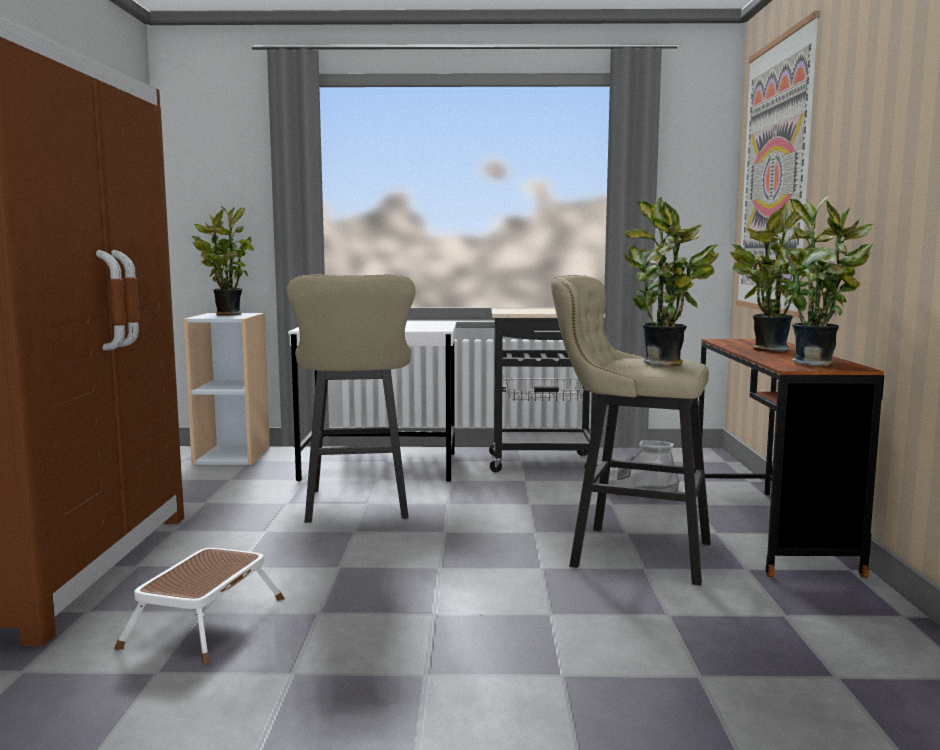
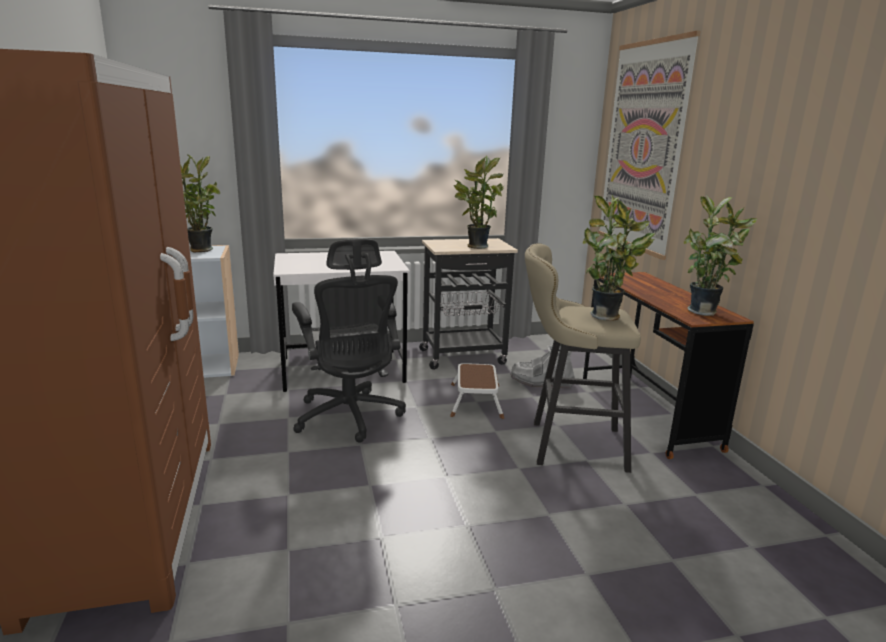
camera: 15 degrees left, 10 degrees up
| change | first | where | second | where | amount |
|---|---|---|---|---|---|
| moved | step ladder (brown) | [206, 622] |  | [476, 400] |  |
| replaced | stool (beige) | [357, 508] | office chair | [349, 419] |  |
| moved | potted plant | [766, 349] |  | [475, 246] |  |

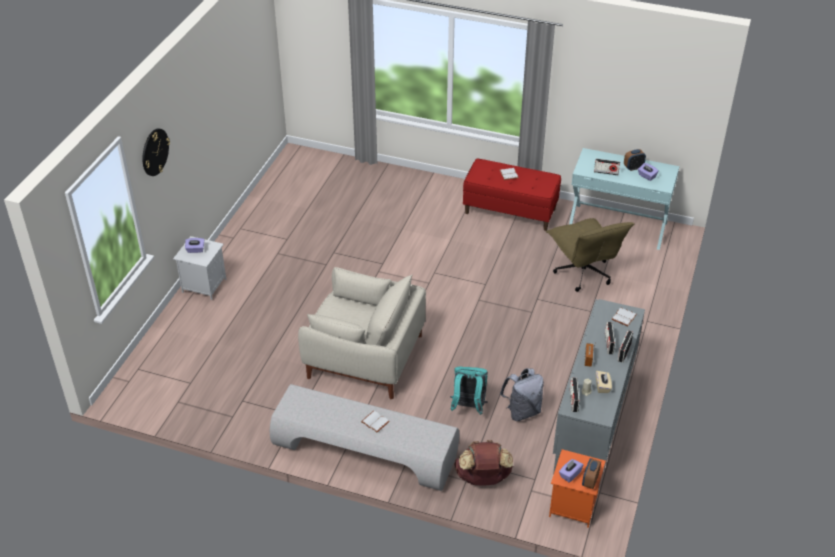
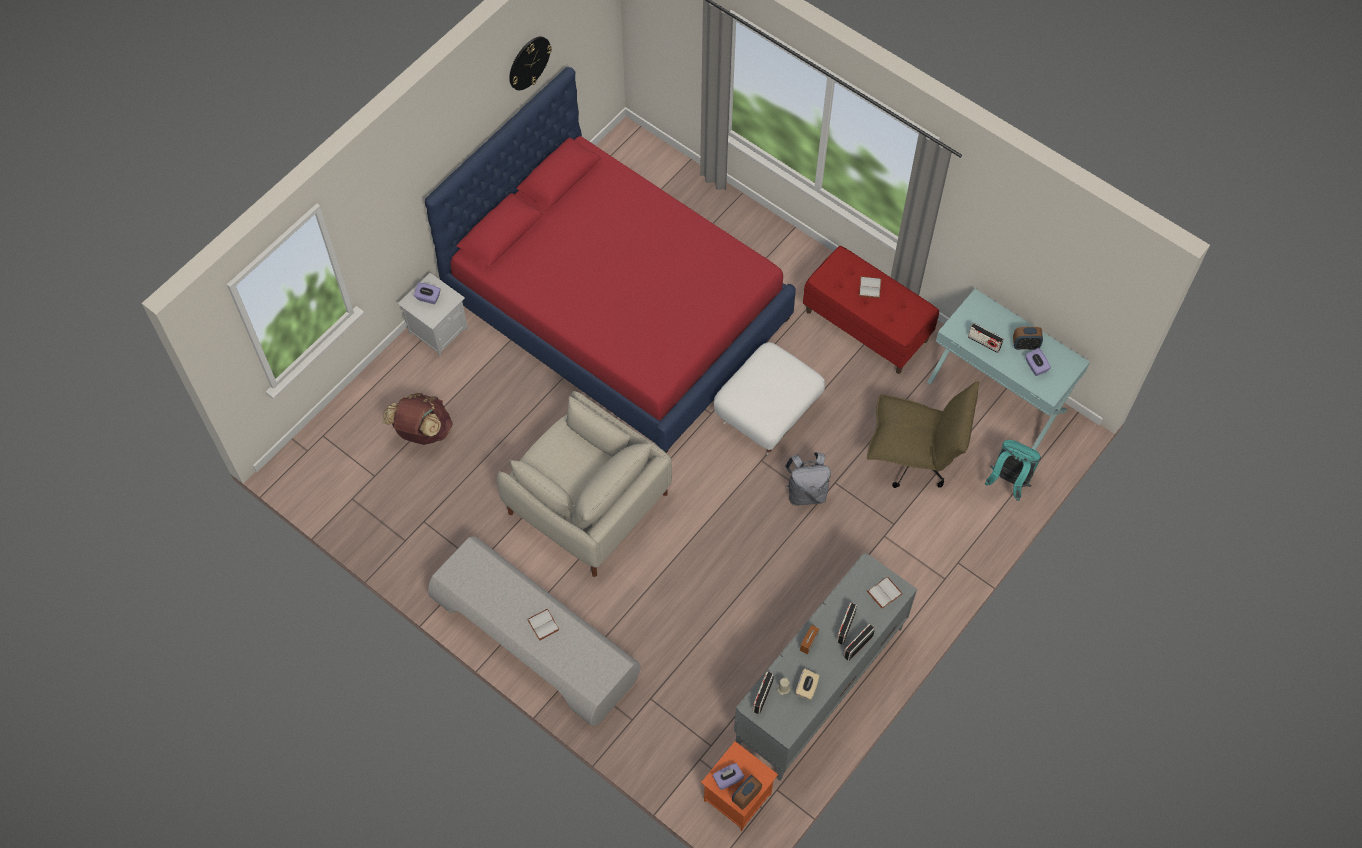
camera: 20 degrees right, 20 degrees up
| change | first | where | second | where | amount |
|---|---|---|---|---|---|
| moved | wall clock | [154, 152] |  | [529, 62] |  |
| moved | backpack (turquoise) | [468, 407] |  | [1008, 481] |  |
| moved | backpack (brown) | [483, 478] |  | [422, 432] |  |
| moved | backpack (grey) | [522, 411] |  | [806, 492] |  |
| turned | office chair (beige) | [582, 272] |  | [913, 458] | 75 degrees counterclockwise |
| added |  |  | bed (red) | [617, 308] |  |
| added |  |  | ottoman (white) | [767, 412] |  |

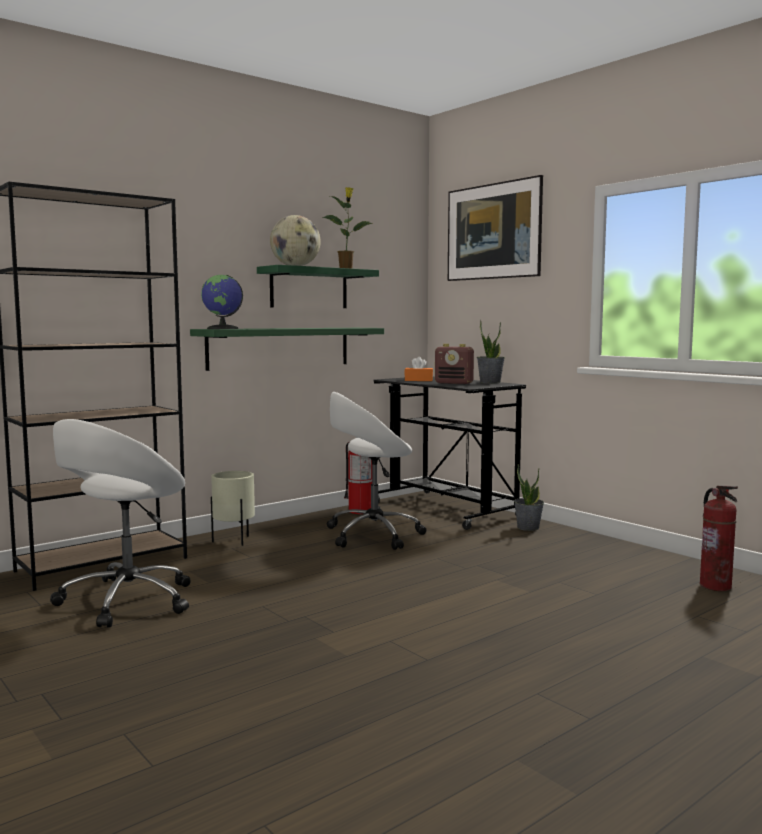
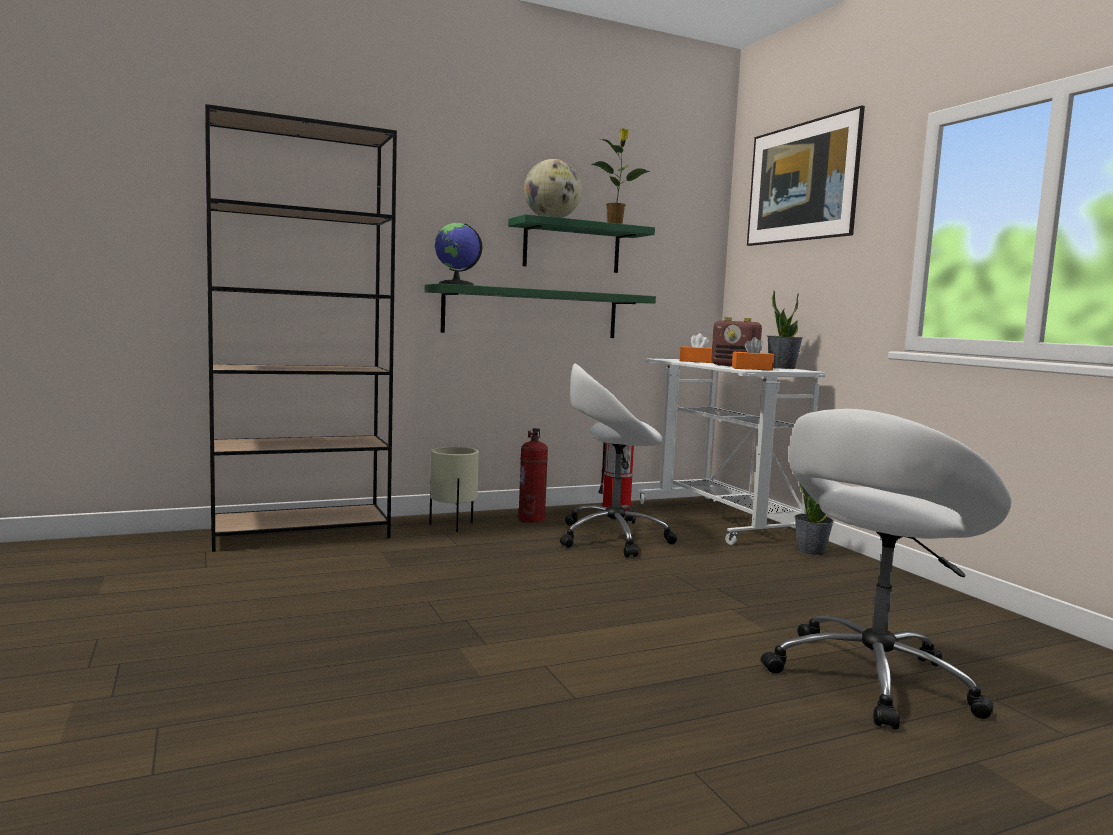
camera: 15 degrees right, 0 degrees up
| change | first | where | second | where | amount |
|---|---|---|---|---|---|
| moved | office chair (white) | [124, 602] |  | [868, 681] |  |
| recoloured | desk (black) | [446, 509] | desk (white) | [719, 519] |  |
| moved | fire extinguisher | [716, 586] |  | [532, 519] |  |
| added |  |  | tissue box (orange) | [752, 369] |  |

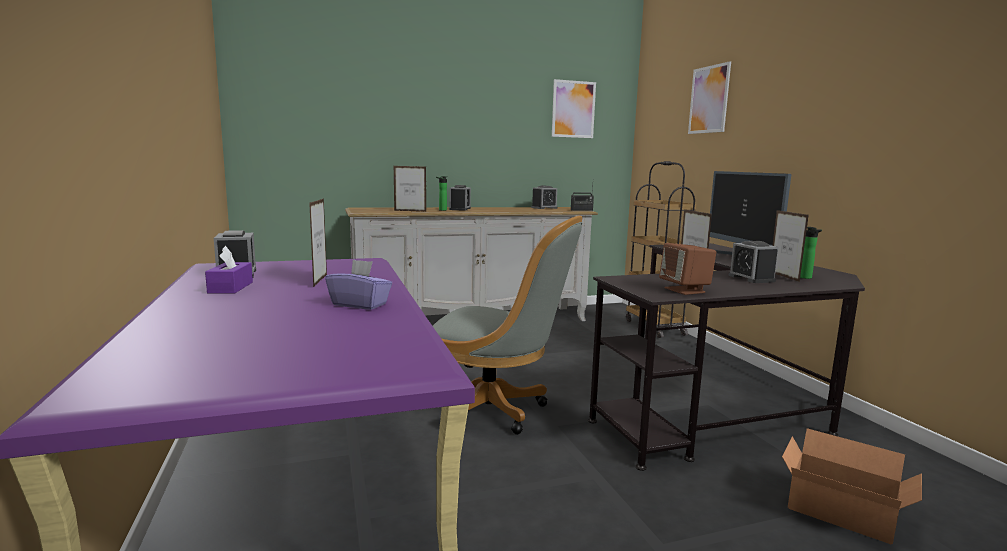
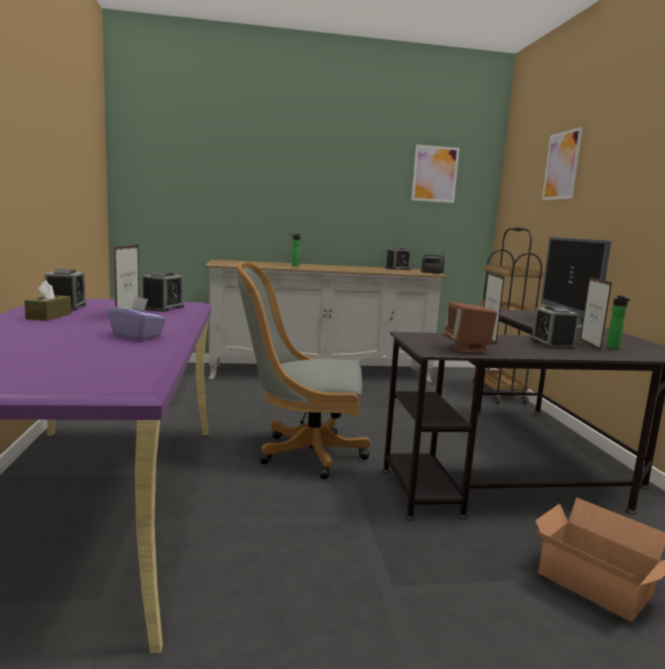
camera: 10 degrees right, 0 degrees up
| change | first | where | second | where | amount |
|---|---|---|---|---|---|
| recoloured | tissue box (purple) | [230, 287] | tissue box (brown) | [49, 316] |  |
| removed | picture frame | [410, 211] |  |  |  |
| turned | office chair (grey) | [499, 412] |  | [302, 453] | 150 degrees clockwise |
| moved | alarm clock | [460, 209] |  | [163, 308] |  |

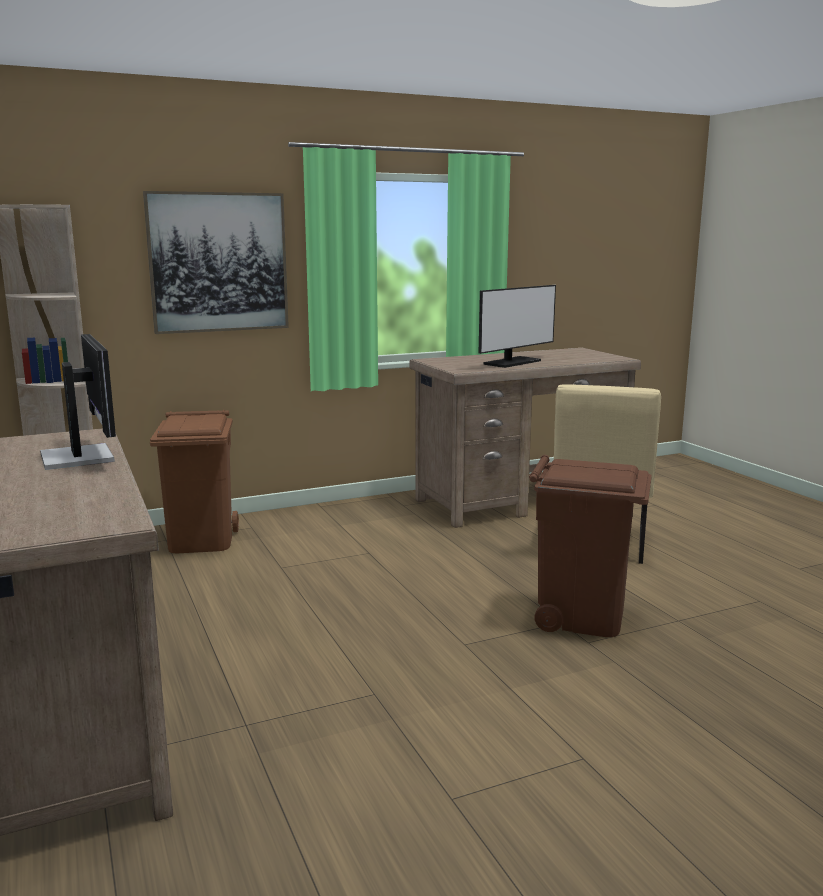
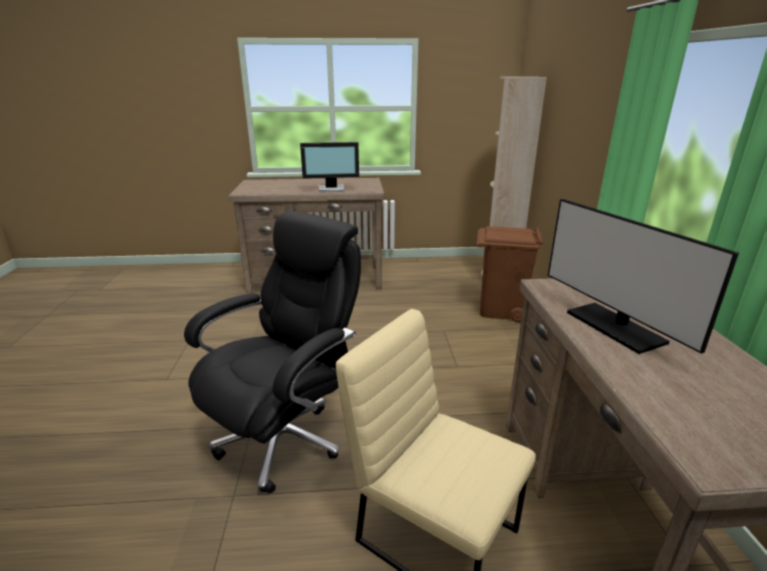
camera: 110 degrees right, 10 degrees up
| change | first | where | second | where | amount |
|---|---|---|---|---|---|
| removed | picture | [218, 262] |  |  |  |
| replaced | trash can (brown) | [582, 616] | office chair (black) | [286, 438] |  |

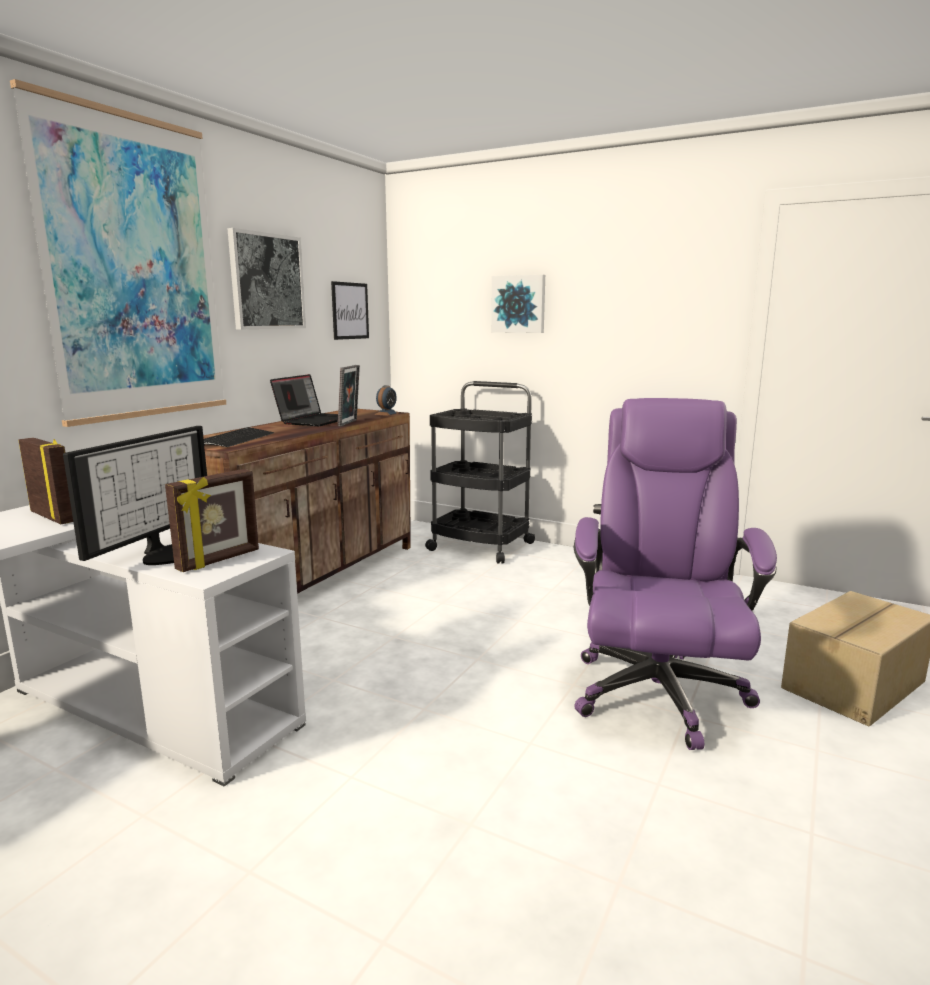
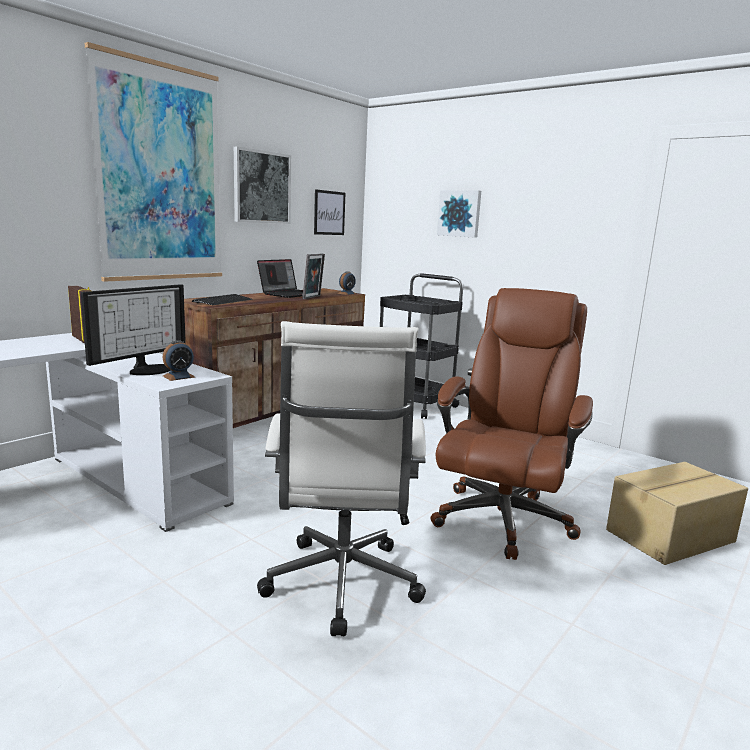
camera: 10 degrees right, 0 degrees up
| change | first | where | second | where | amount |
|---|---|---|---|---|---|
| replaced | picture frame | [219, 560] | alarm clock | [179, 376] |  |
| recoloured | office chair (purple) | [657, 693] | office chair (brown) | [502, 520] |  |
| added |  |  | office chair (white) | [341, 588] |  |

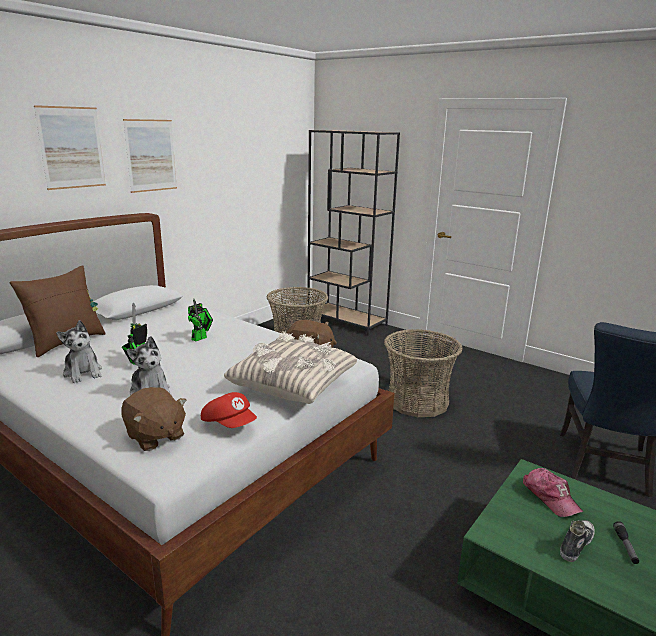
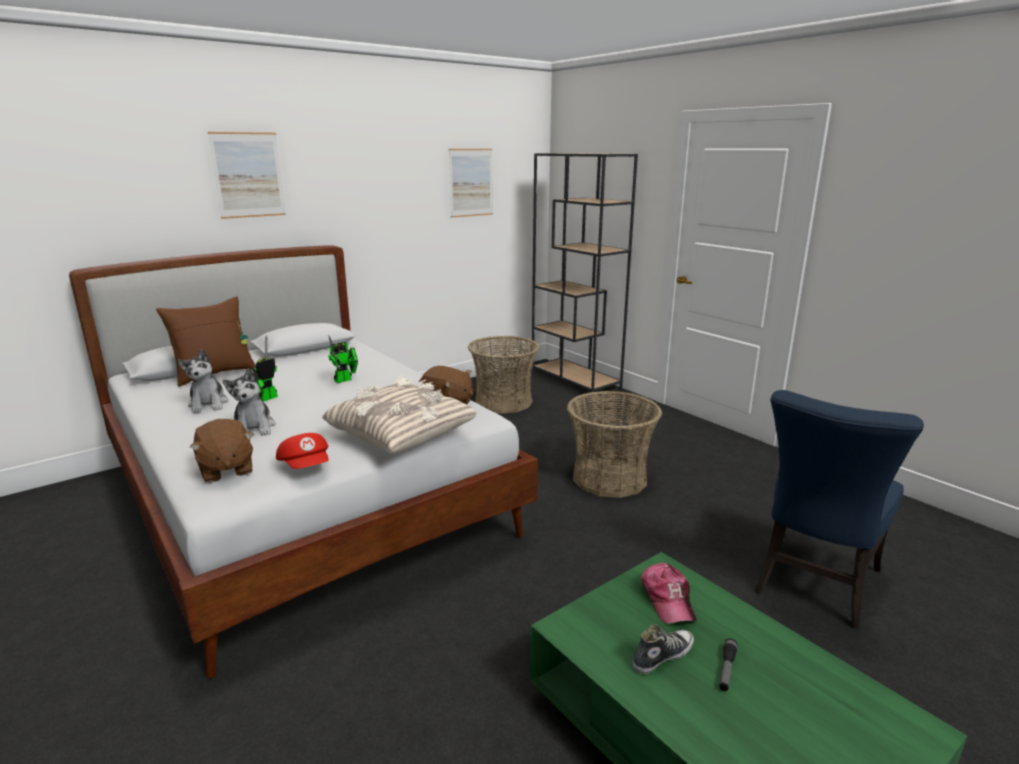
camera: 15 degrees right, 0 degrees up
| change | first | where | second | where | amount |
|---|---|---|---|---|---|
| moved | picture | [151, 155] |  | [471, 182] |  |

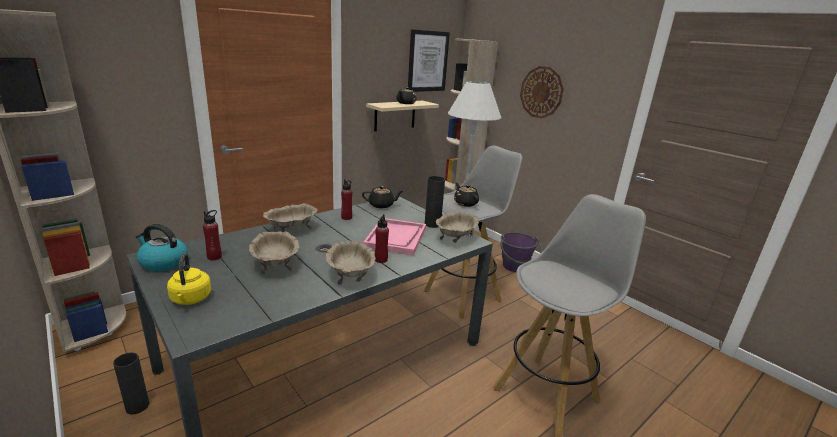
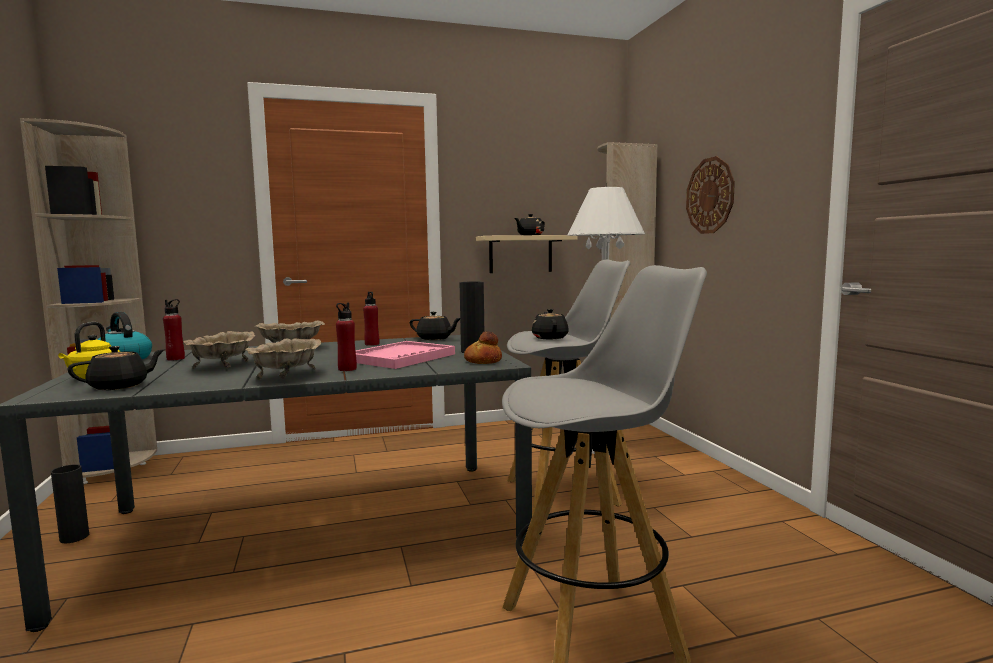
camera: 25 degrees right, 15 degrees down
| change | first | where | second | where | amount |
|---|---|---|---|---|---|
| removed | picture | [428, 61] |  |  |  |
| replaced | bowl (beige) | [455, 238] | bread | [482, 361] |  |
| removed | bucket (purple) | [516, 269] |  |  |  |
| added |  |  | teapot (black) | [120, 386] |  |

